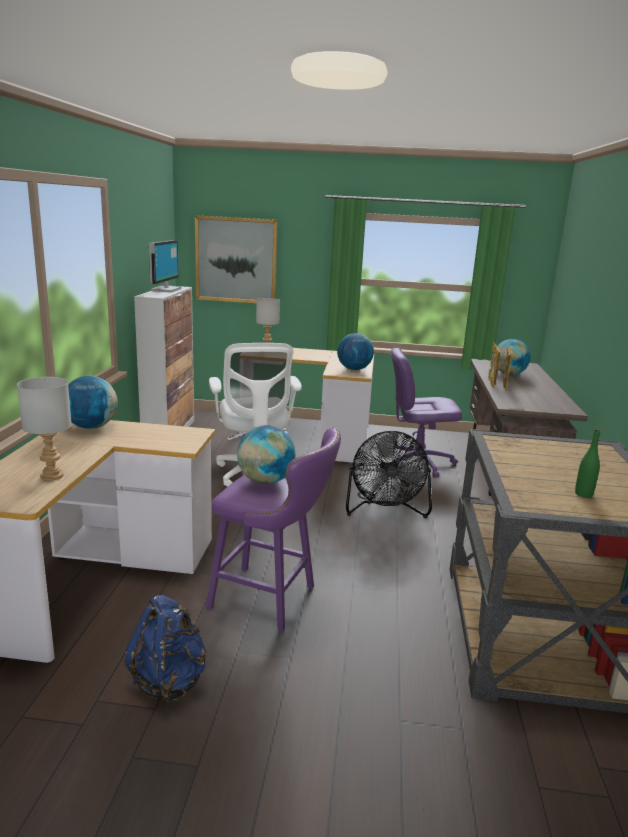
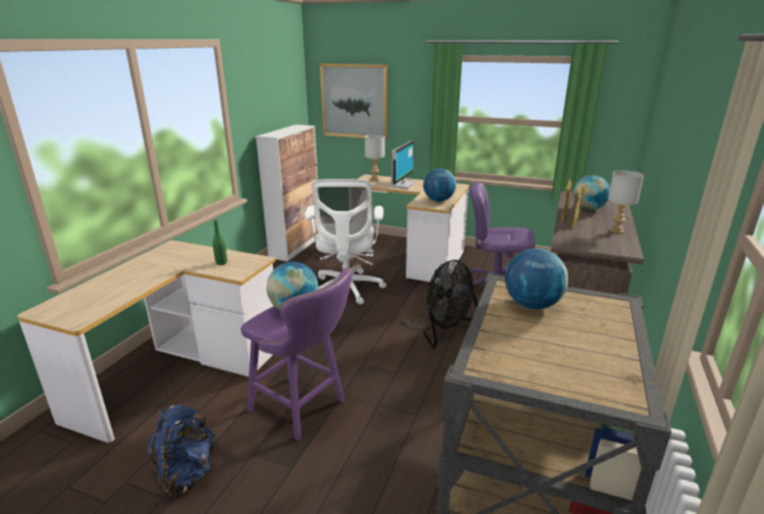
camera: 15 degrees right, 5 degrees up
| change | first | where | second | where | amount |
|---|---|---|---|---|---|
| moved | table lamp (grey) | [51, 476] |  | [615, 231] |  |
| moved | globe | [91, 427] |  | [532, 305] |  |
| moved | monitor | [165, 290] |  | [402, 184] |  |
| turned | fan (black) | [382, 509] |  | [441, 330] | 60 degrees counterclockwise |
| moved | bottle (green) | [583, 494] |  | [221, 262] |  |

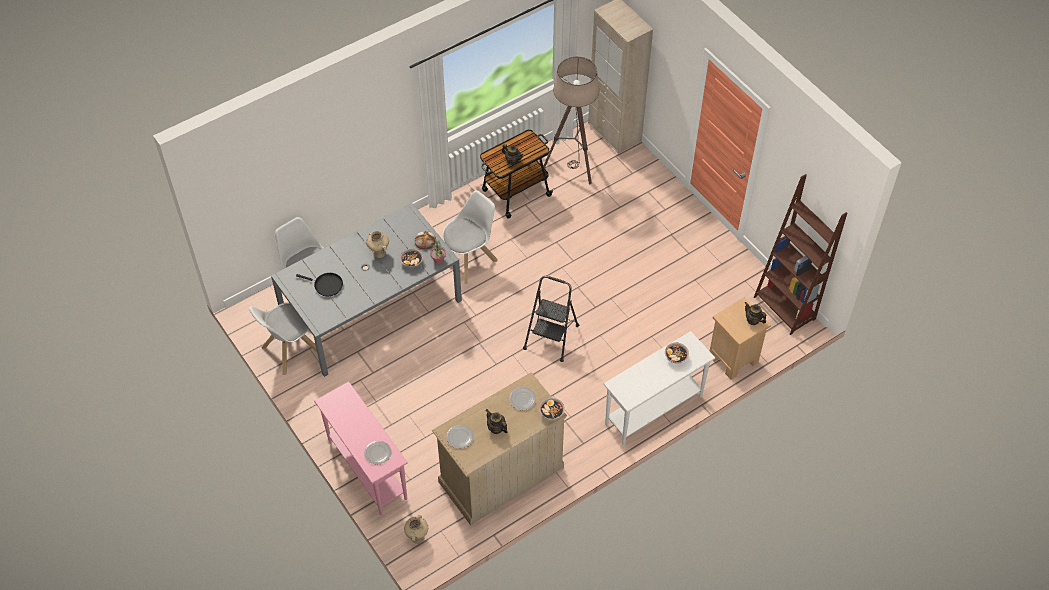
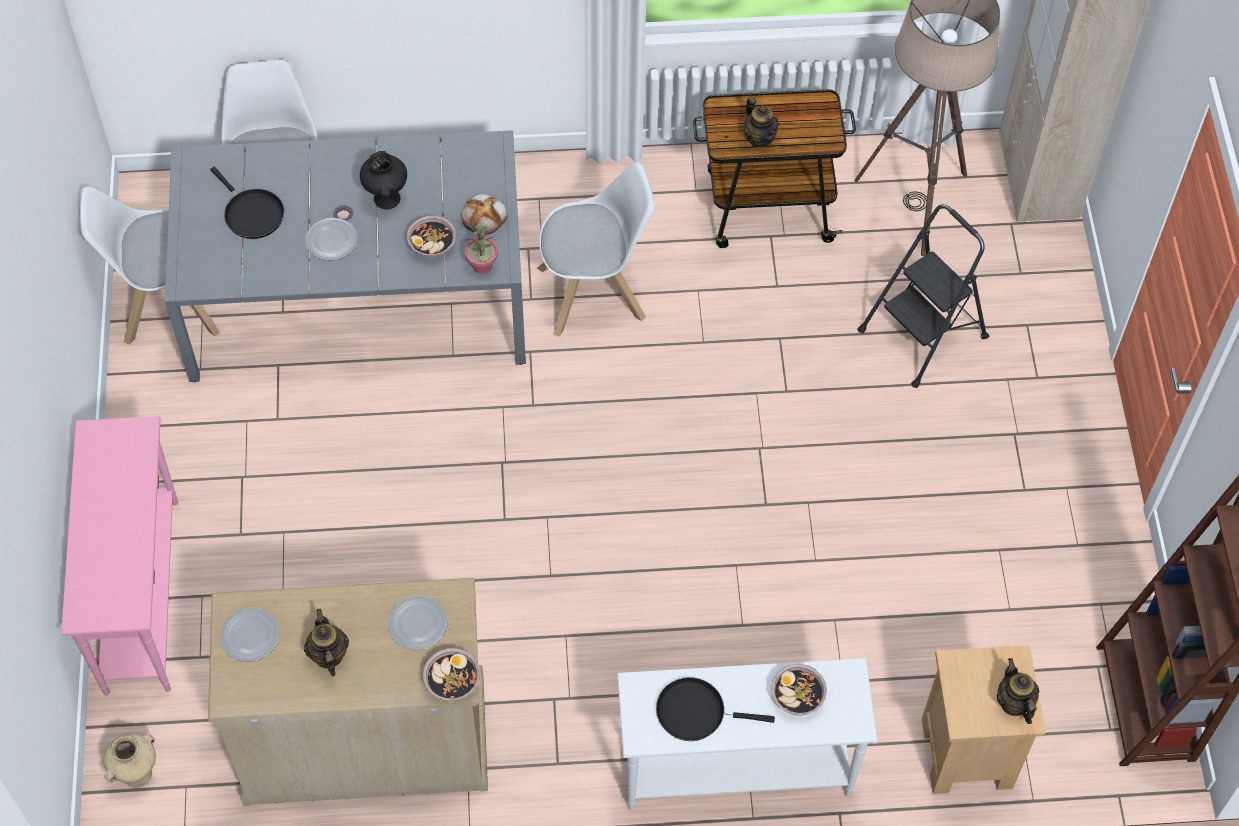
camera: 30 degrees right, 5 degrees up
| change | first | where | second | where | amount |
|---|---|---|---|---|---|
| moved | plate | [378, 453] |  | [332, 240] |  |
| recoloured | vase (beige) | [379, 253] | vase (black) | [386, 198] |  |
| moved | step ladder (black) | [552, 335] |  | [926, 331] |  |
| added |  |  | frying pan (black) | [696, 712] |  |

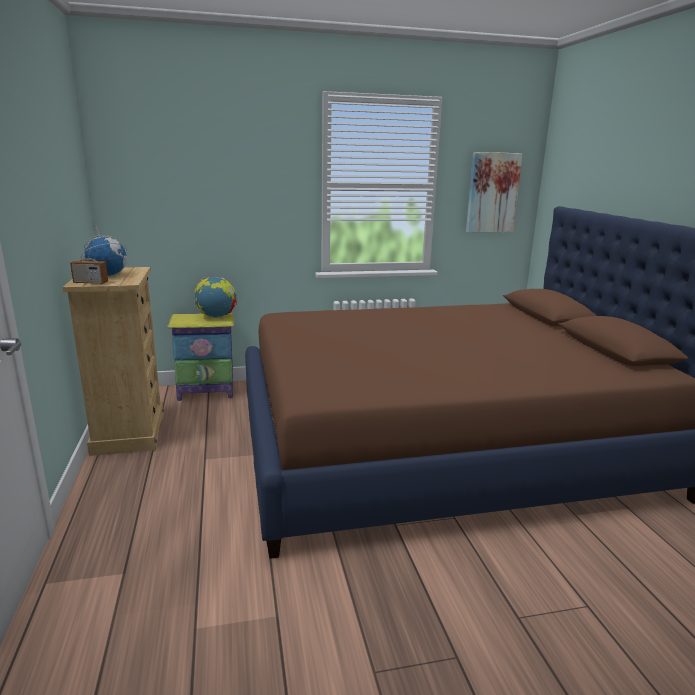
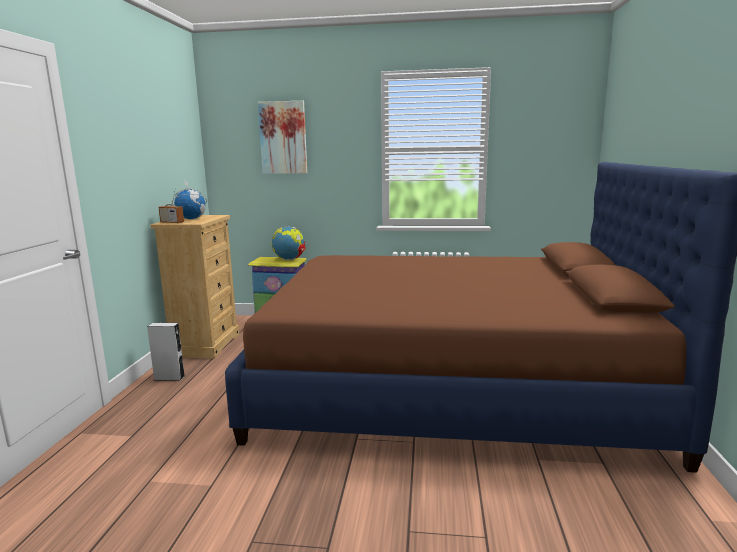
camera: 20 degrees right, 5 degrees down
| change | first | where | second | where | amount |
|---|---|---|---|---|---|
| moved | picture | [492, 193] |  | [283, 138] |  |
| added |  |  | speaker (grey) | [169, 378] |  |

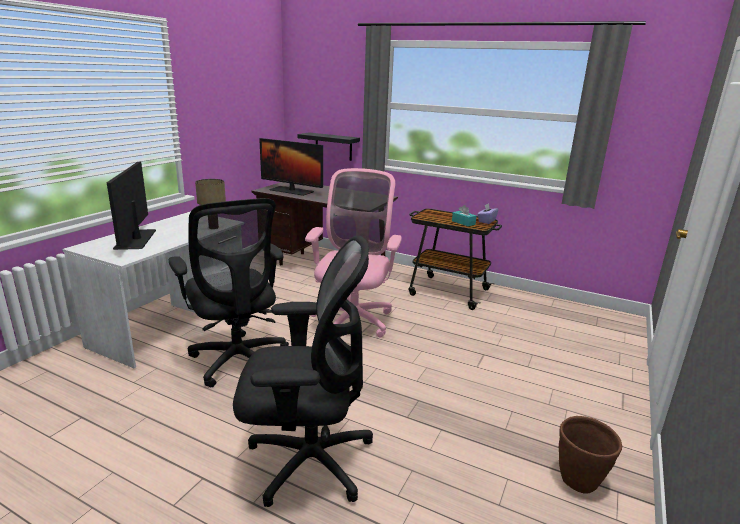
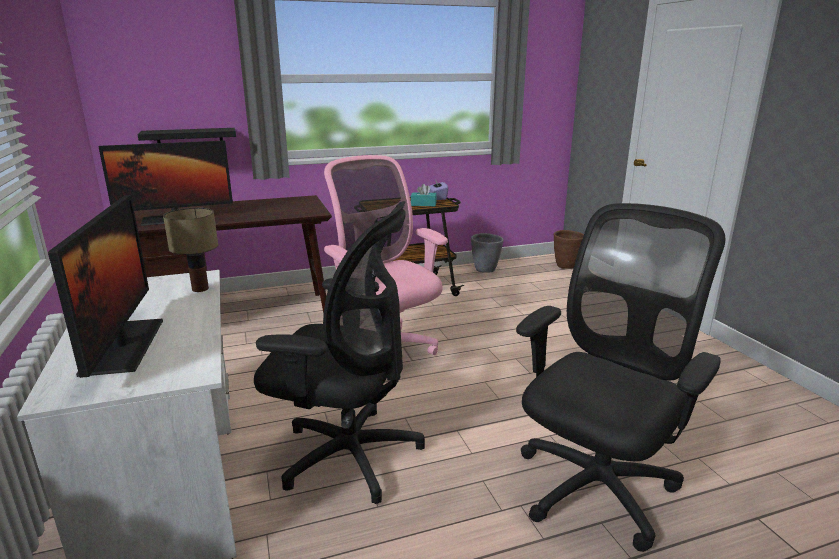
camera: 45 degrees left, 0 degrees up
| change | first | where | second | where | amount |
|---|---|---|---|---|---|
| turned | monitor | [135, 239] |  | [124, 346] | 135 degrees counterclockwise |
| moved | planter (brown) | [579, 482] |  | [566, 266] |  |
| added |  |  | planter (grey) | [485, 270] |  |

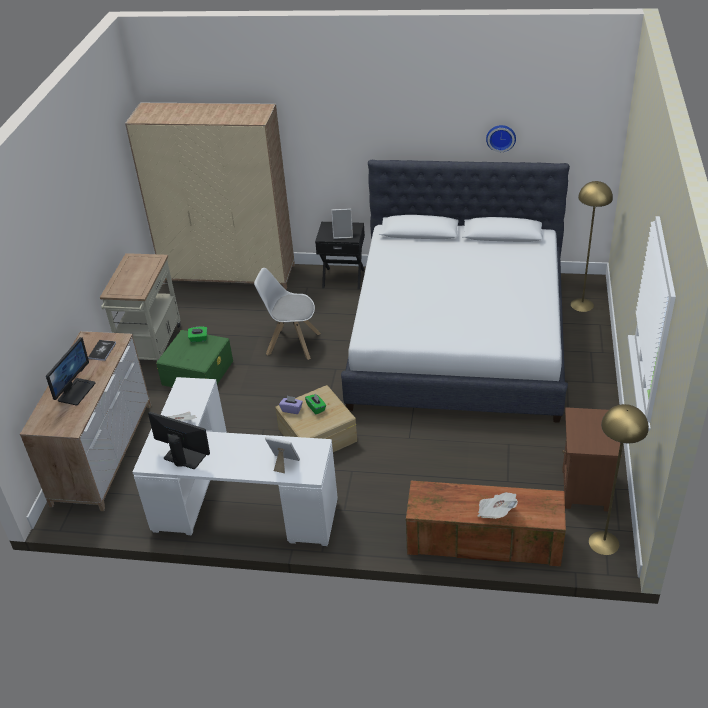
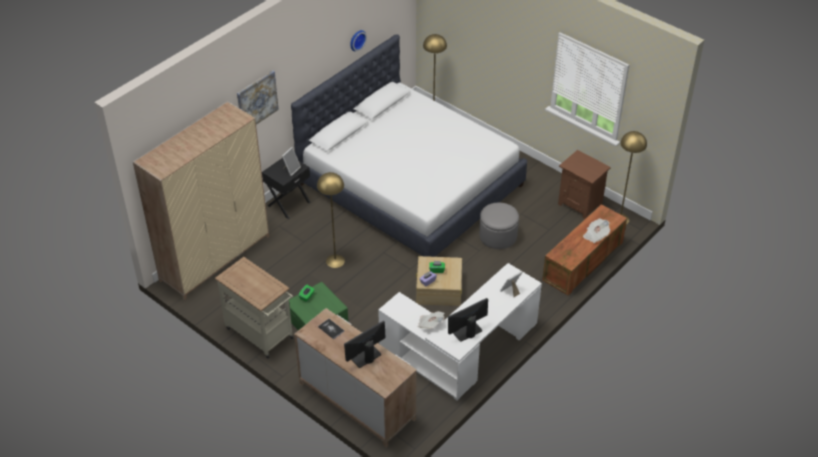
camera: 60 degrees left, 5 degrees up
| change | first | where | second | where | amount |
|---|---|---|---|---|---|
| turned | monitor | [76, 391] |  | [365, 356] | 90 degrees counterclockwise |
| replaced | chair | [291, 343] | floor lamp (yellow) | [335, 261] |  |
| added |  |  | picture | [257, 101] |  |
| added |  |  | ottoman (grey) | [498, 236] |  |

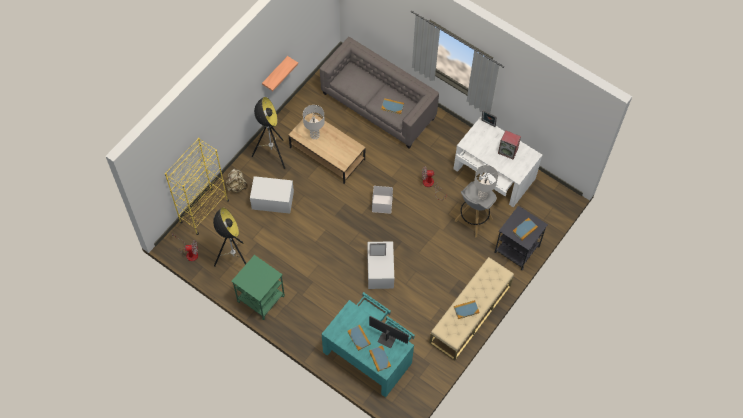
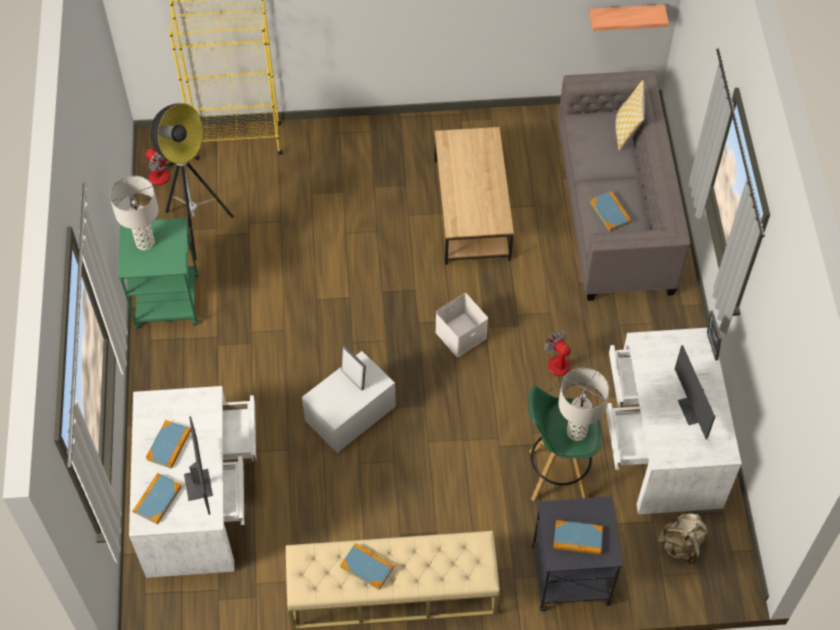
camera: 50 degrees right, 5 degrees down
| change | first | where | second | where | amount |
|---|---|---|---|---|---|
| moved | backpack (beige) | [237, 186] |  | [681, 545] |  |
| removed | storage box (white) | [272, 200] |  |  |  |
| removed | floor lamp | [272, 155] |  |  |  |
| moved | shelf | [275, 73] |  | [625, 16] |  |
| moved | table lamp (white) | [315, 135] |  | [145, 243] |  |
| recoloured | desk (turquoise) | [369, 353] | desk (white) | [200, 501] |  |
| recoloured | stool (grey) | [472, 220] | stool (green) | [556, 474] |  |
| replaced | speaker | [508, 151] | monitor | [693, 410] |  |
| added |  |  | pillow | [626, 131] |  |

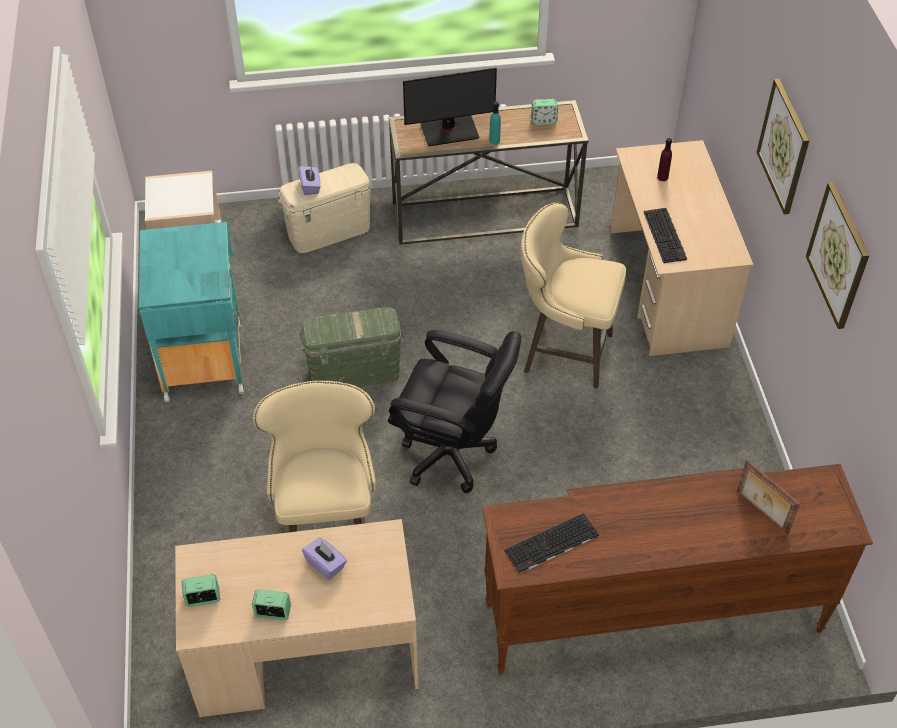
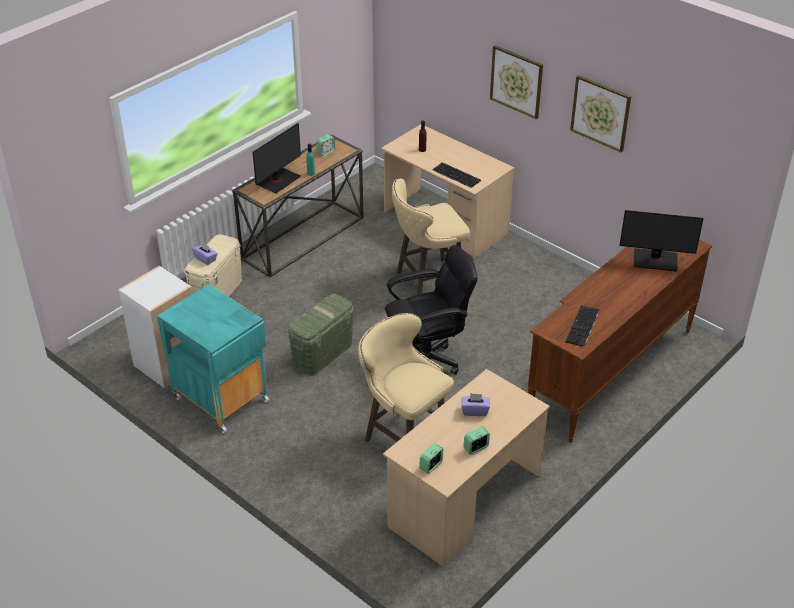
camera: 40 degrees left, 10 degrees down
| change | first | where | second | where | amount |
|---|---|---|---|---|---|
| replaced | picture frame | [761, 513] | monitor | [655, 260] |  |

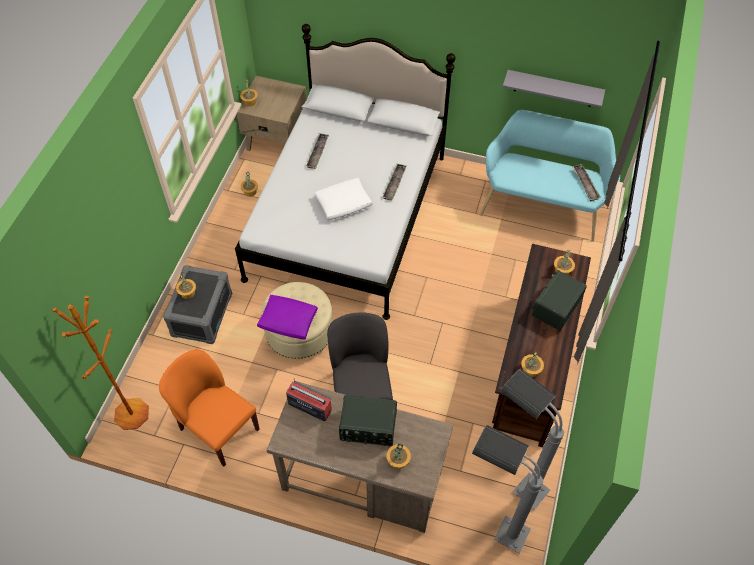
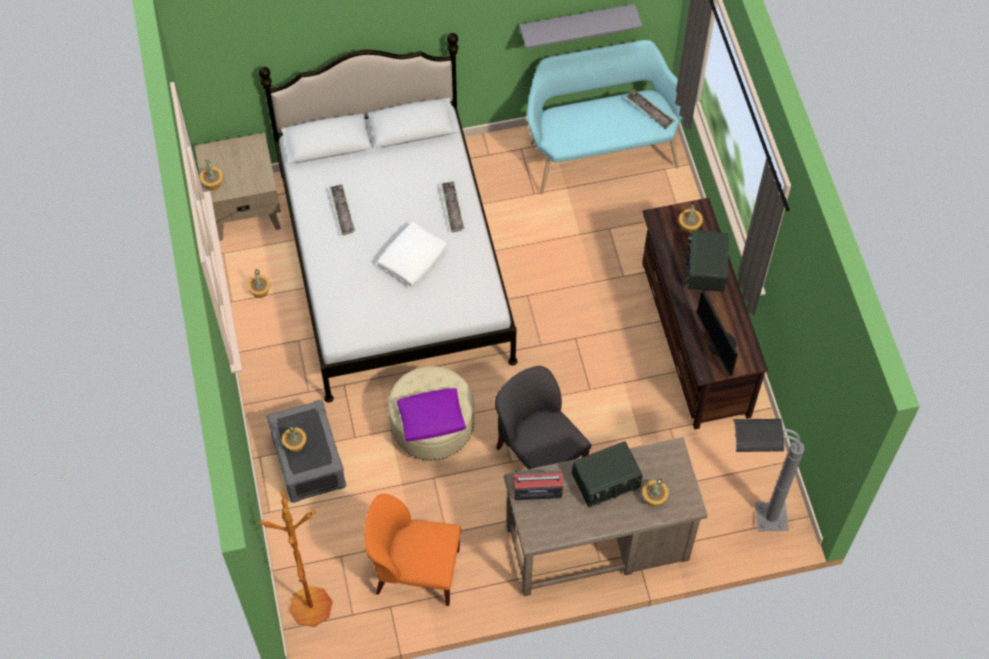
camera: 30 degrees left, 5 degrees up
| change | first | where | second | where | amount |
|---|---|---|---|---|---|
| removed | floor lamp (grey) | [514, 479] |  |  |  |
| replaced | potted plant | [531, 370] | monitor | [719, 345] |  |

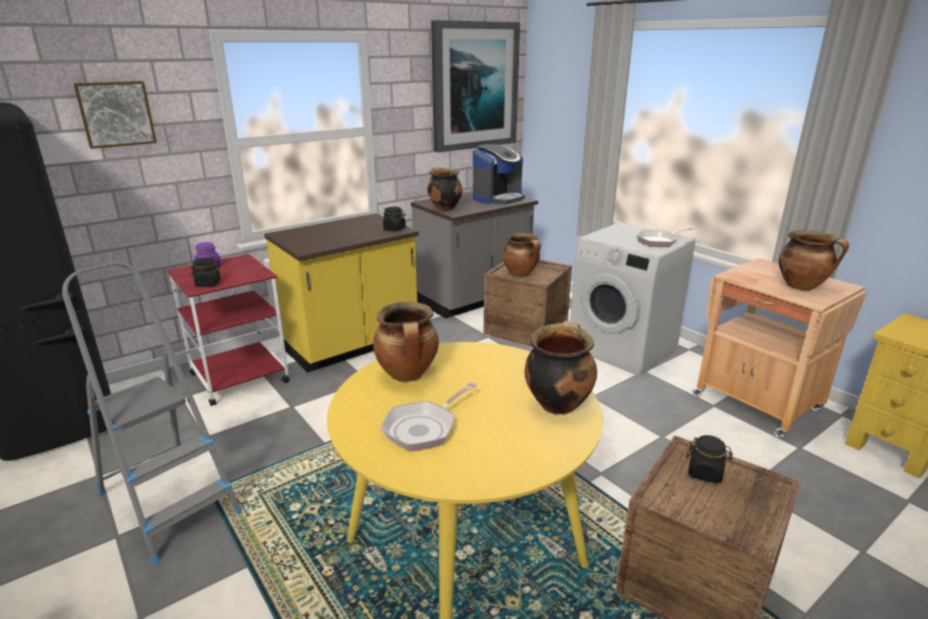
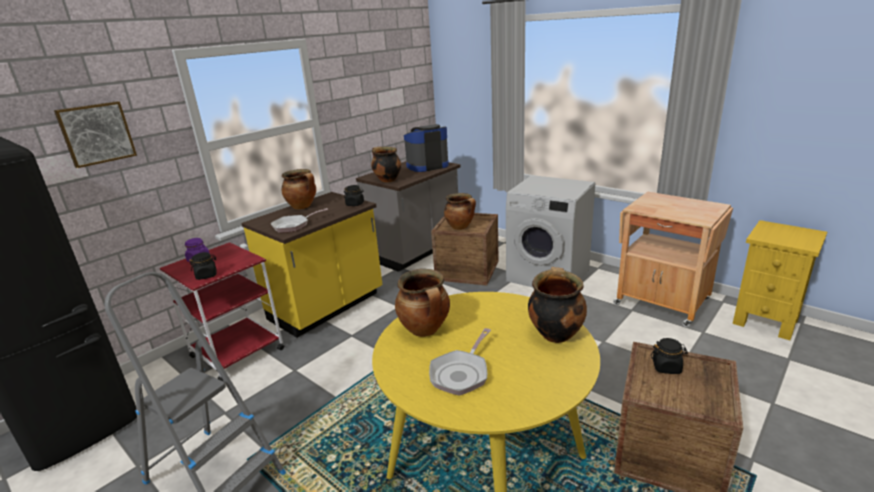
camera: 10 degrees left, 0 degrees up
| change | first | where | second | where | amount |
|---|---|---|---|---|---|
| removed | picture | [474, 86] |  |  |  |
| turned | coffee machine | [498, 198] |  | [427, 166] | 150 degrees counterclockwise |
| moved | frying pan | [659, 241] |  | [293, 225] |  |
| moved | cooking pot | [802, 286] |  | [303, 207] |  |

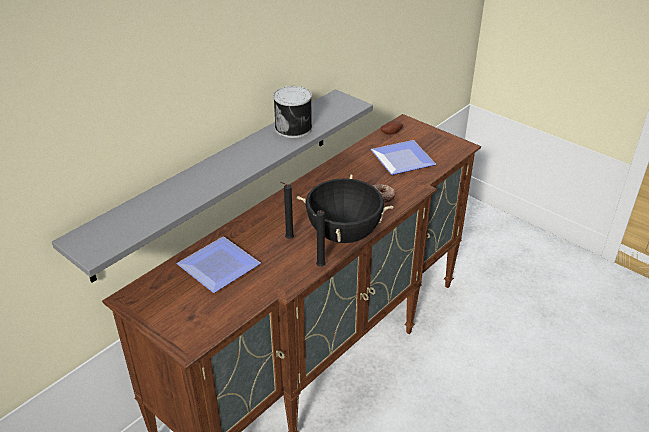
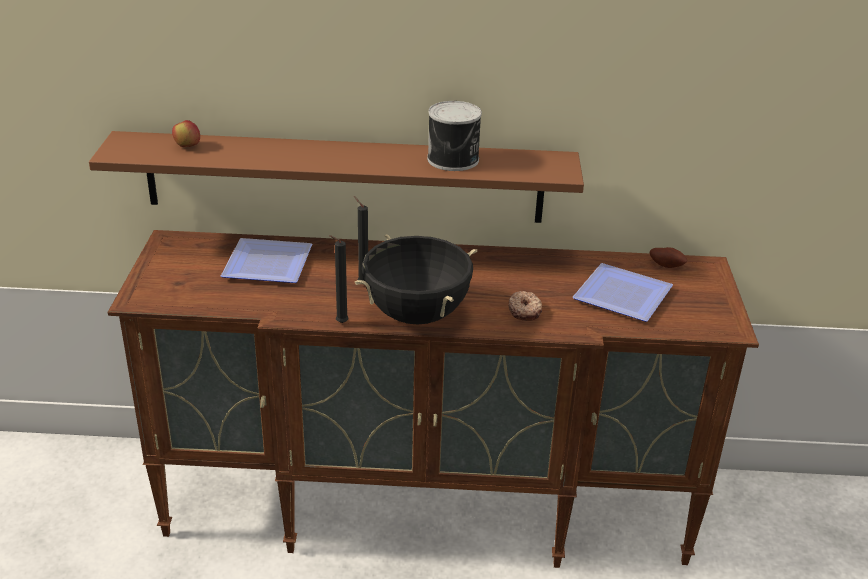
camera: 50 degrees right, 5 degrees down
| change | first | where | second | where | amount |
|---|---|---|---|---|---|
| recoloured | shelf (grey) | [218, 179] | shelf (brown) | [344, 177] |  |
| added |  |  | apple | [187, 146] |  |

